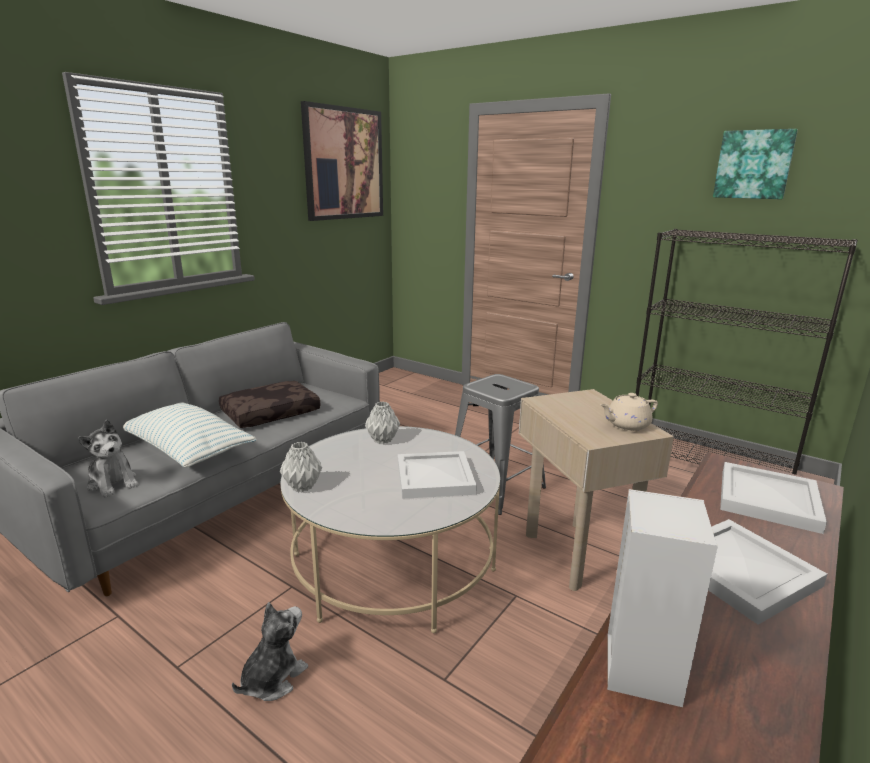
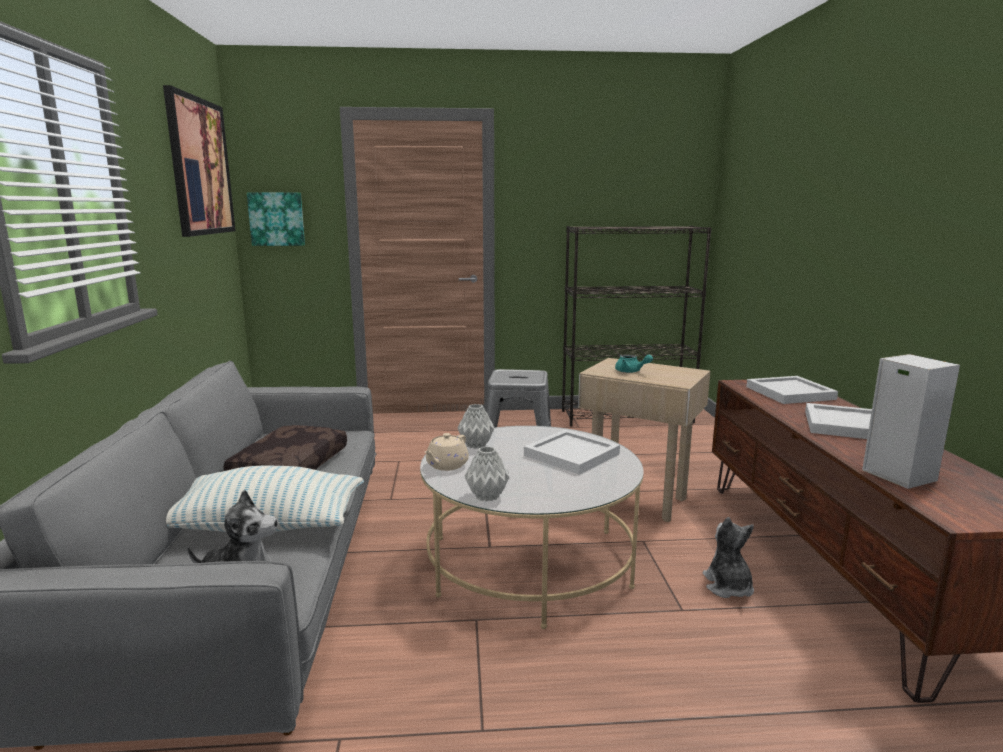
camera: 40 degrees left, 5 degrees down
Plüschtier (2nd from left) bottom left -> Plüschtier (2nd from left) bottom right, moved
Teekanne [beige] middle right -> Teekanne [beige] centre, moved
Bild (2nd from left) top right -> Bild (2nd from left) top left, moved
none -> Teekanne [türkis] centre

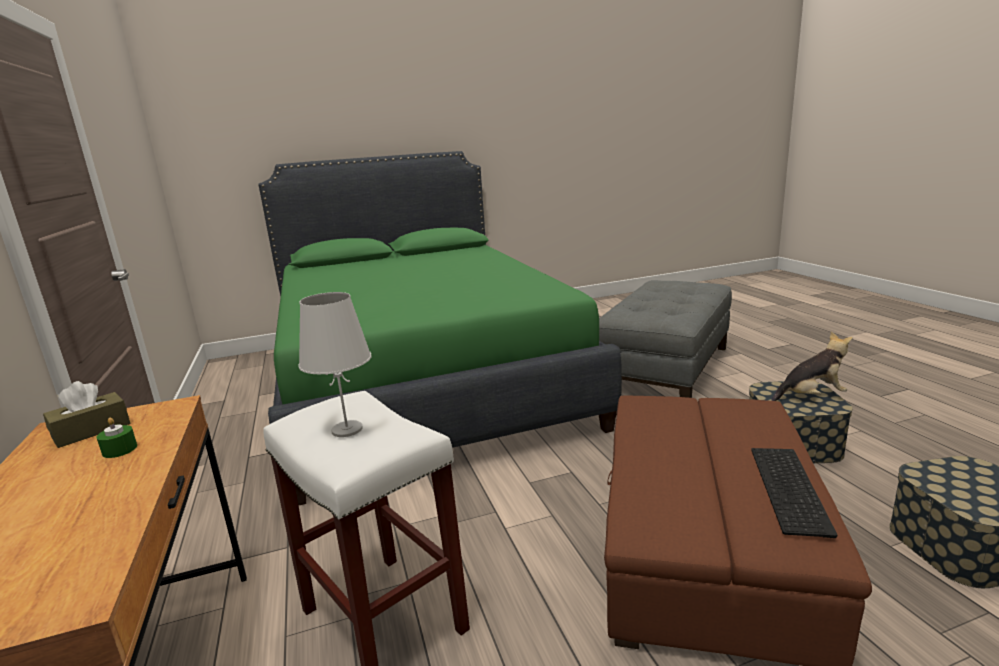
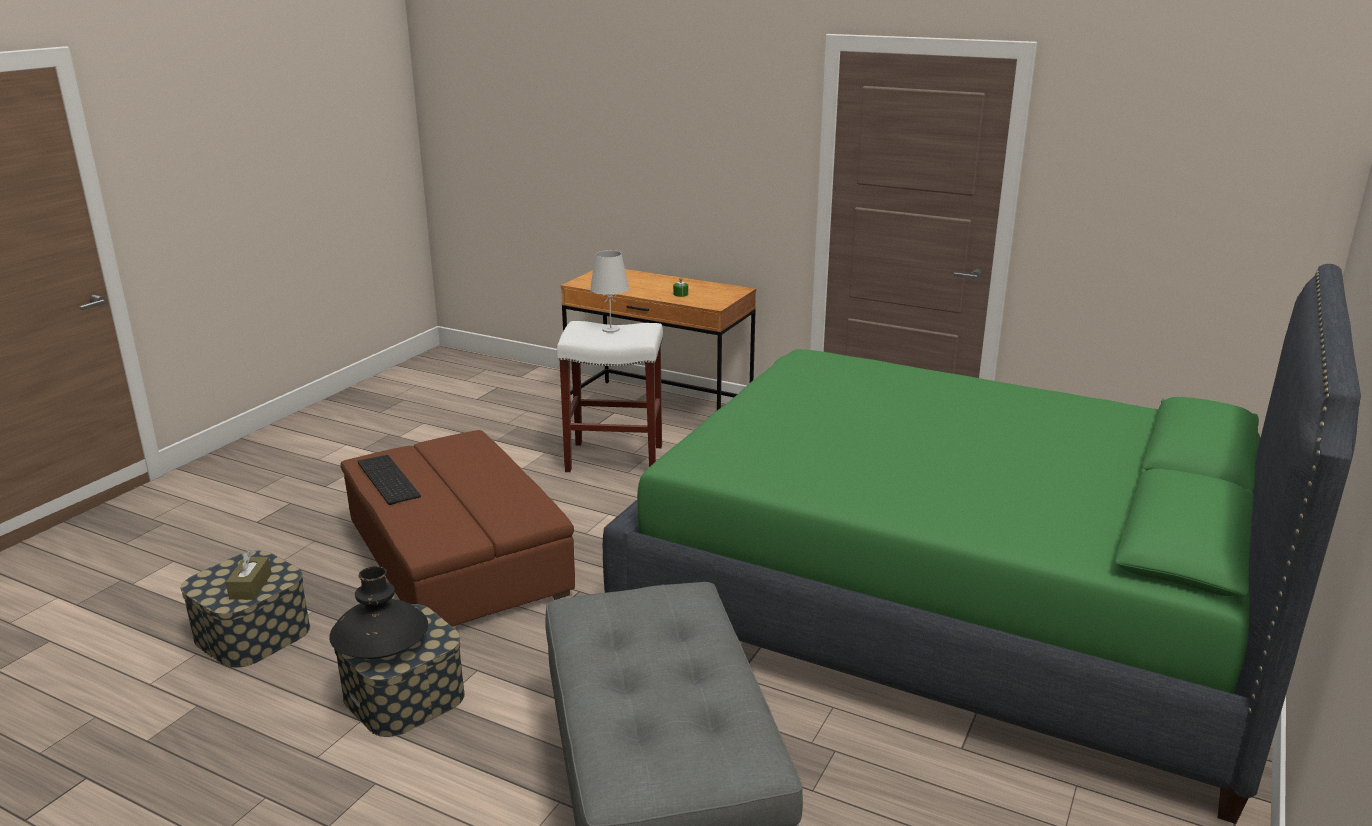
camera: 135 degrees right, 5 degrees up
Taschentuchbox [braun] middle left -> Taschentuchbox [braun] bottom left, moved
Plüschtier middle right -> Vase [schwarz] bottom left

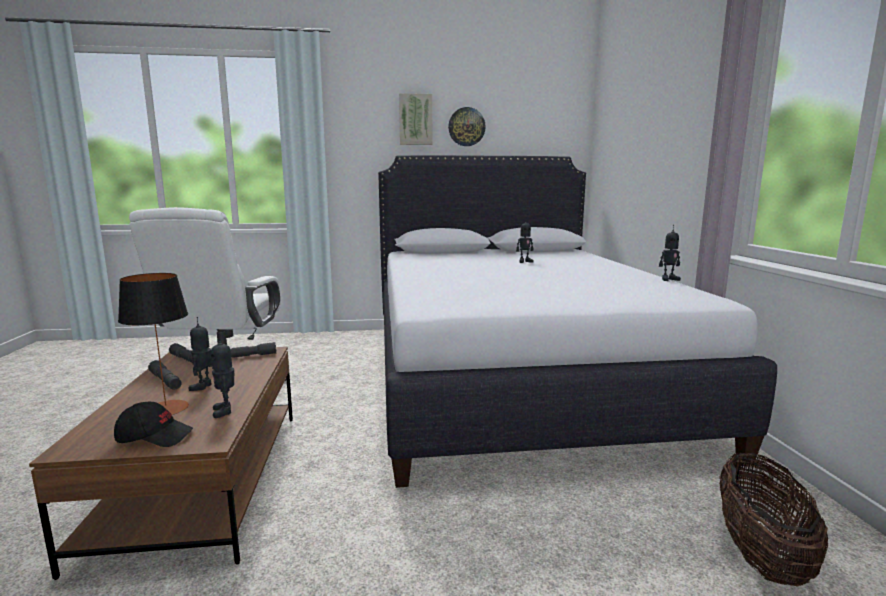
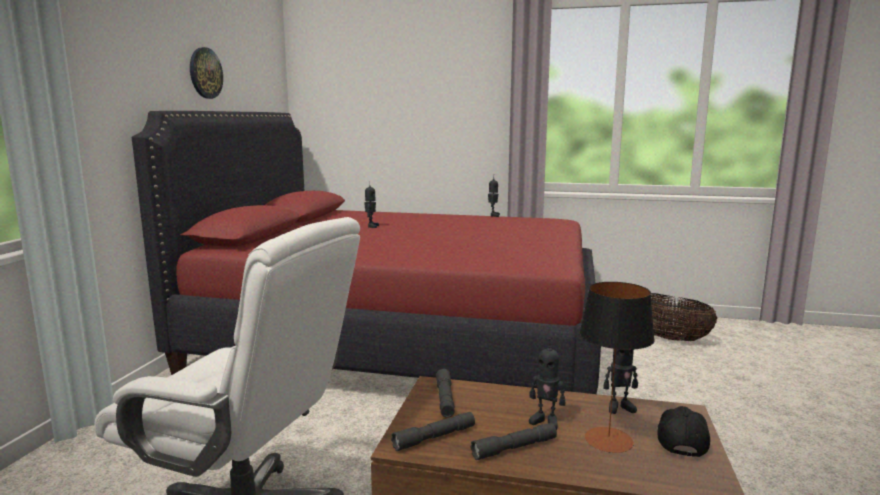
camera: 70 degrees left, 0 degrees up
Bett [weiß] centre -> Bett [rot] centre
Bild top centre -> none

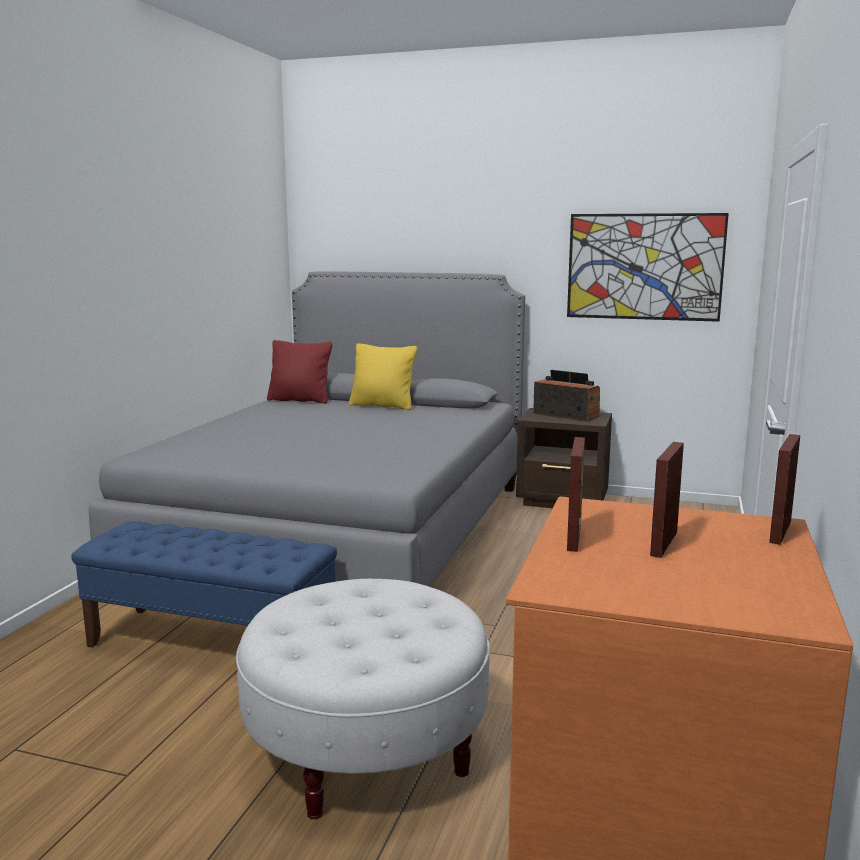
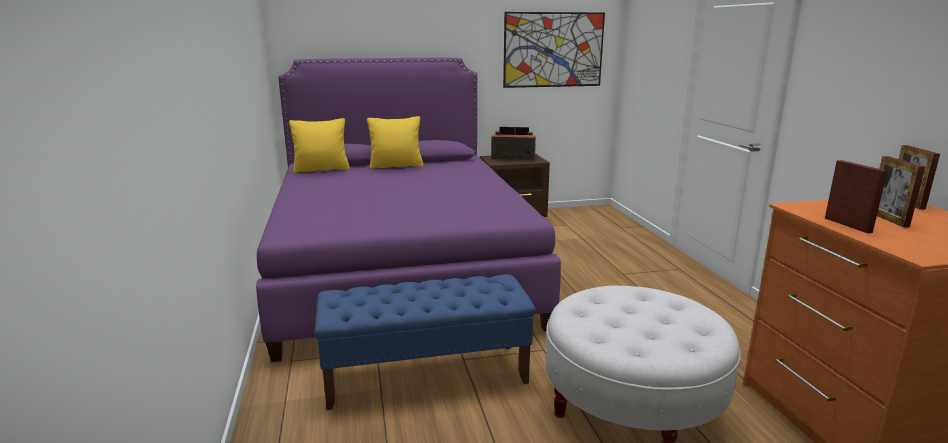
camera: 30 degrees left, 5 degrees up
Bett [grau] centre -> Bett [lila] centre
Kissen [rot] centre -> Kissen [gelb] (1st from left) top centre

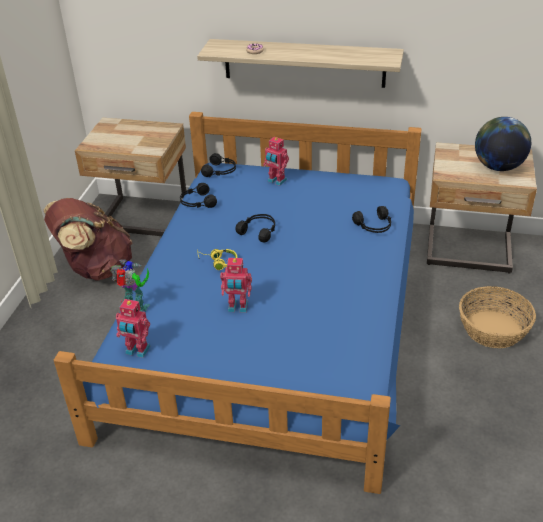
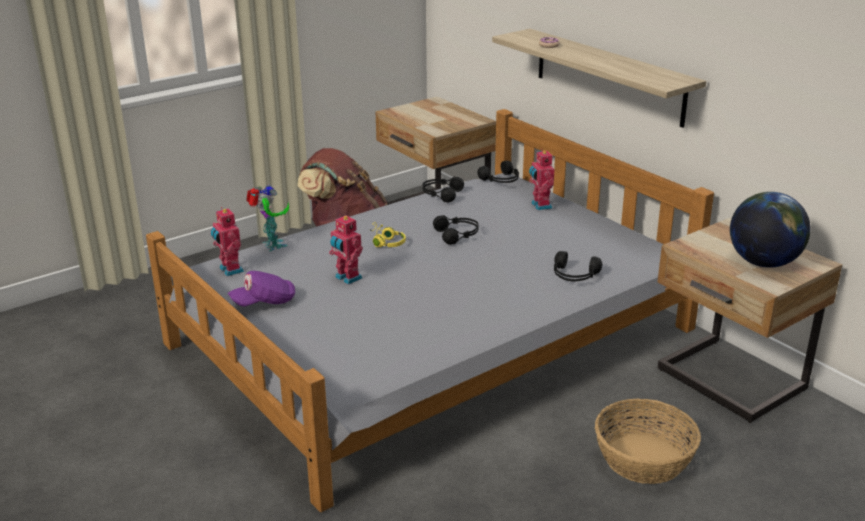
camera: 40 degrees right, 10 degrees down
Bett [blau] centre -> Bett [grau] centre
none -> Kappe [lila] middle left

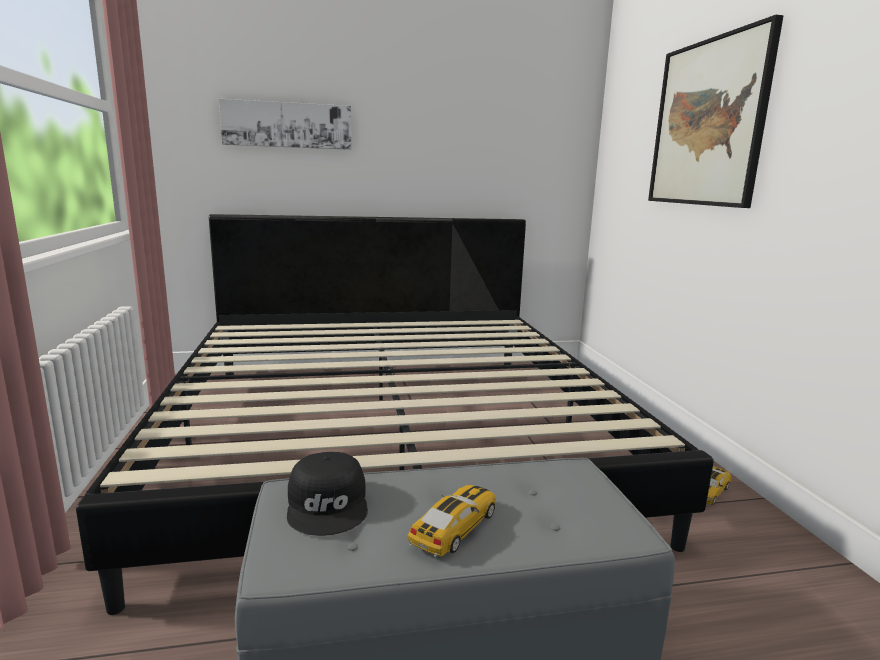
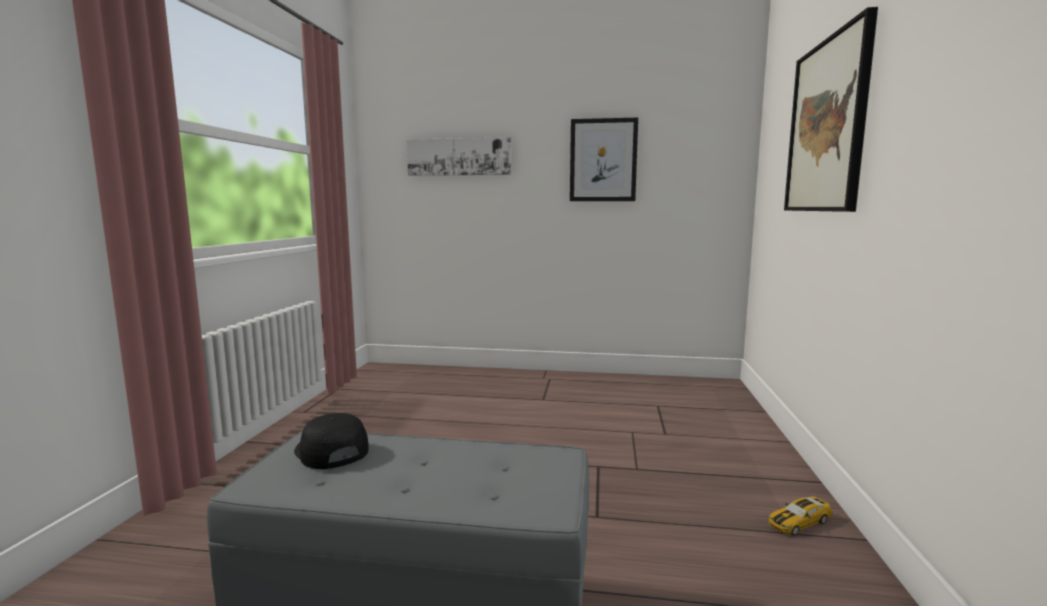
camera: 20 degrees right, 5 degrees down
Bett centre -> none
Kappe [schwarz] bottom centre -> Kappe [schwarz] bottom left, 135 degrees clockwise
Spielzeugauto (1st from left) bottom centre -> none
none -> Bild (2nd from left) top centre

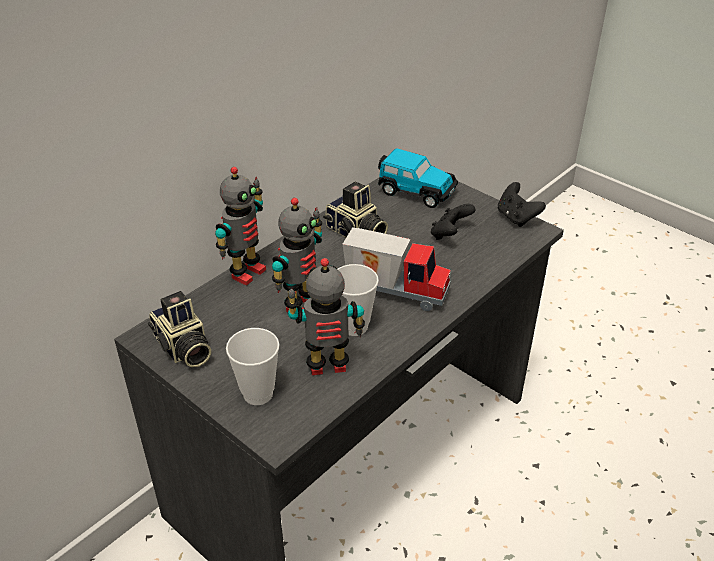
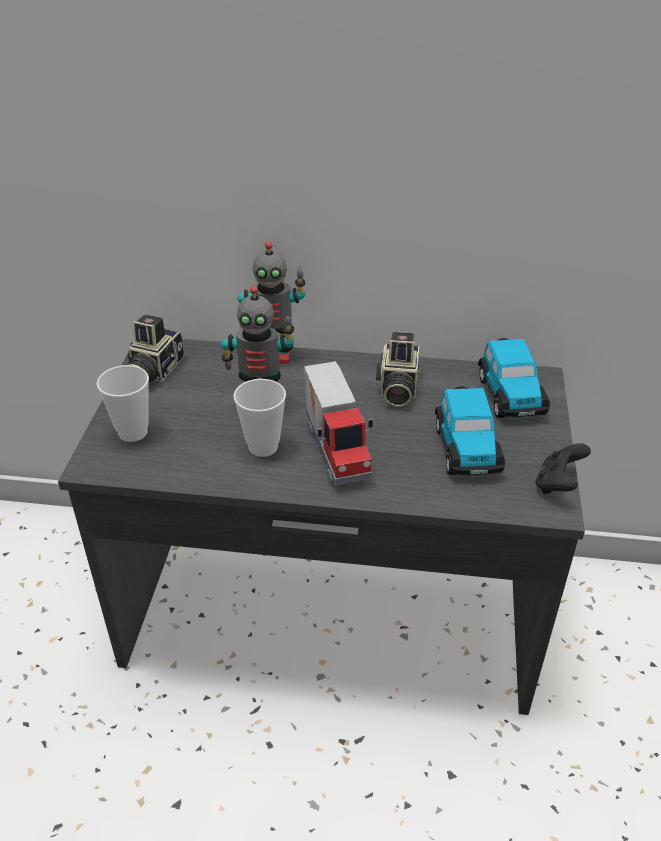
camera: 55 degrees right, 0 degrees up
Spielzeugroboter (3rd from left) centre -> none
Gamepad [schwarz] (1st from left) centre -> Spielzeugauto (1st from left) middle right

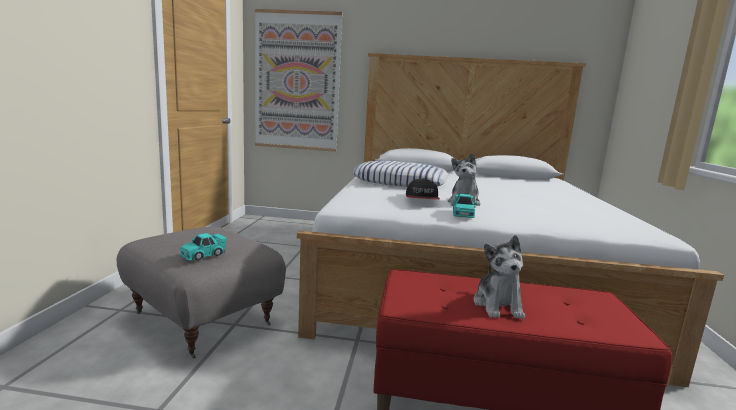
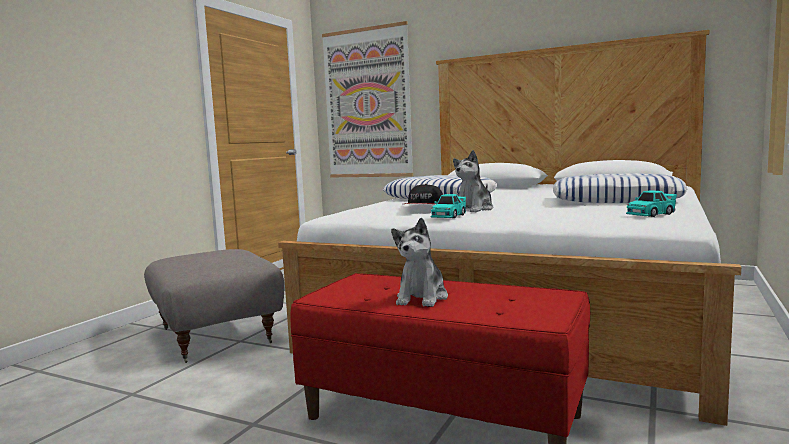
camera: 20 degrees right, 5 degrees down
Spielzeugauto [türkis] (1st from left in the first image) middle left -> Spielzeugauto [türkis] (2nd from left) middle right, moved
none -> Kissen (2nd from left) middle right

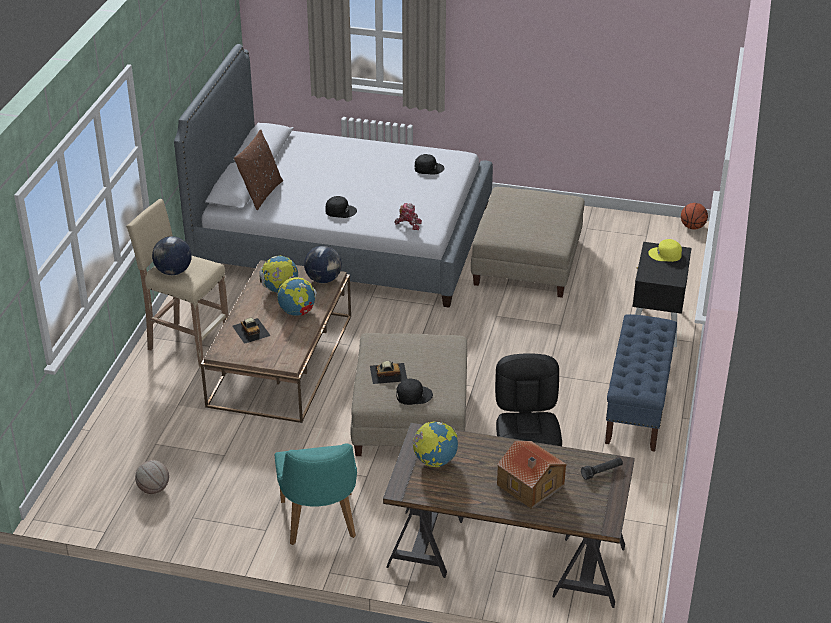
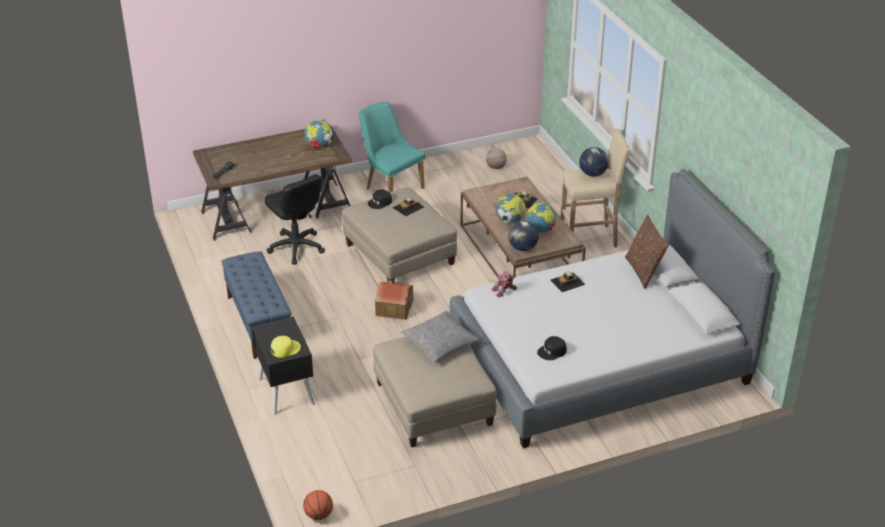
camera: 145 degrees right, 0 degrees up
Kappe [schwarz] (1st from left) top centre -> Spielzeugauto (3rd from left) centre
Spielzeughaus bottom centre -> Spielzeughaus centre, moved
none -> Kissen [grau] centre

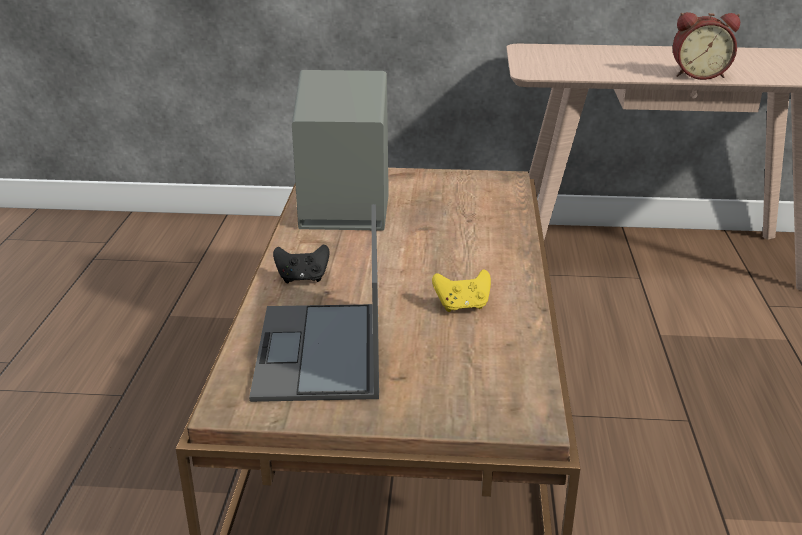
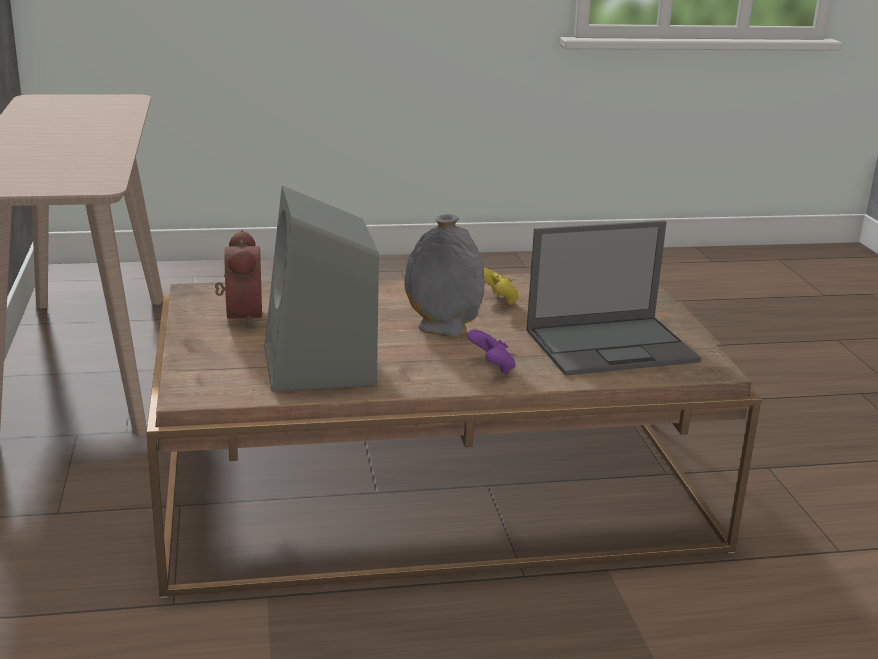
camera: 105 degrees left, 5 degrees down
Gamepad [schwarz] centre -> Gamepad [lila] centre
Wecker top right -> Wecker middle left, moved
none -> Vase [grau] centre

